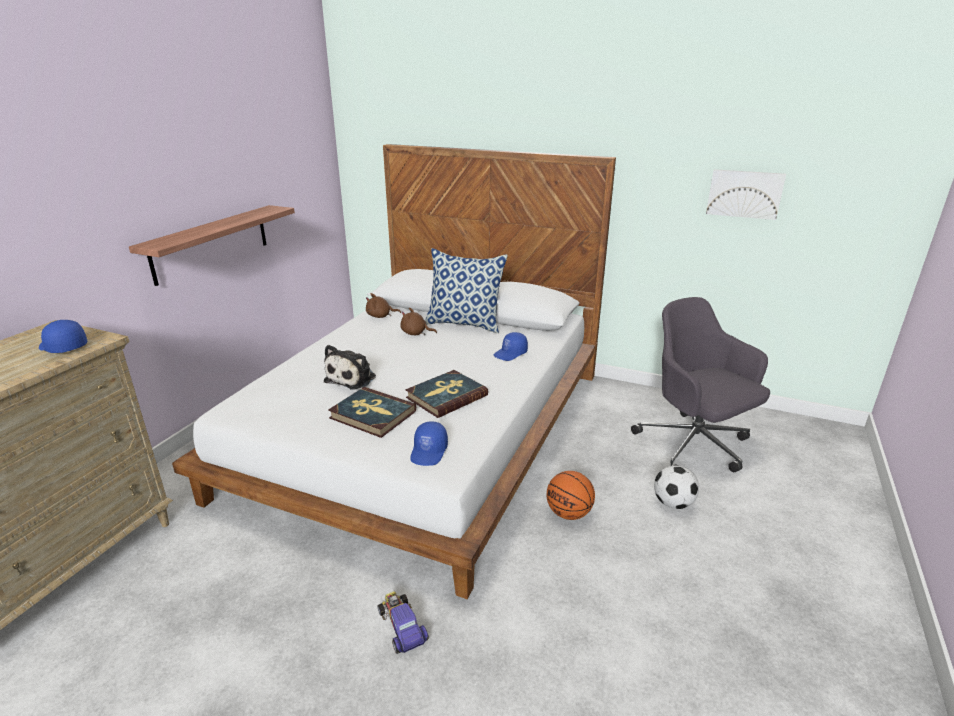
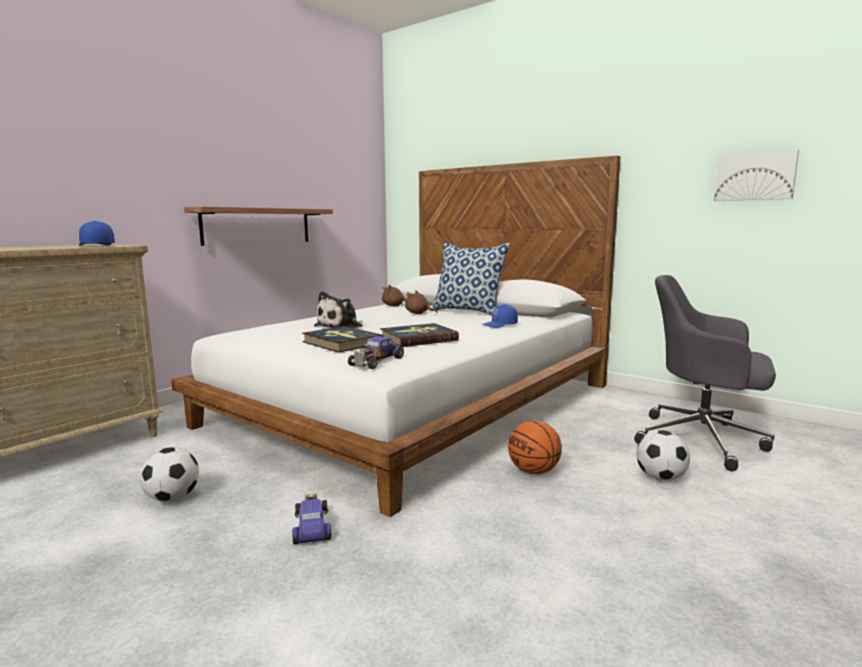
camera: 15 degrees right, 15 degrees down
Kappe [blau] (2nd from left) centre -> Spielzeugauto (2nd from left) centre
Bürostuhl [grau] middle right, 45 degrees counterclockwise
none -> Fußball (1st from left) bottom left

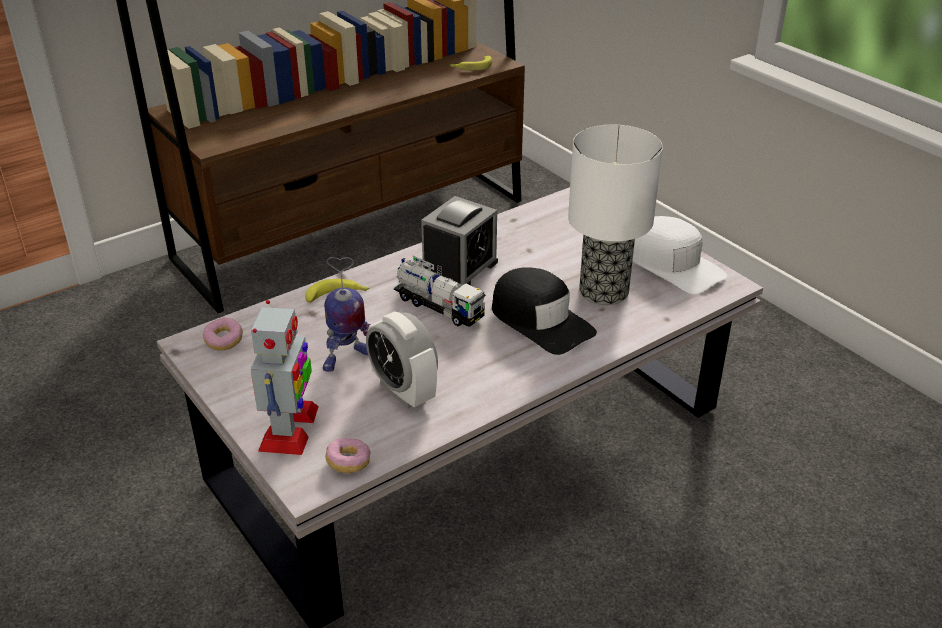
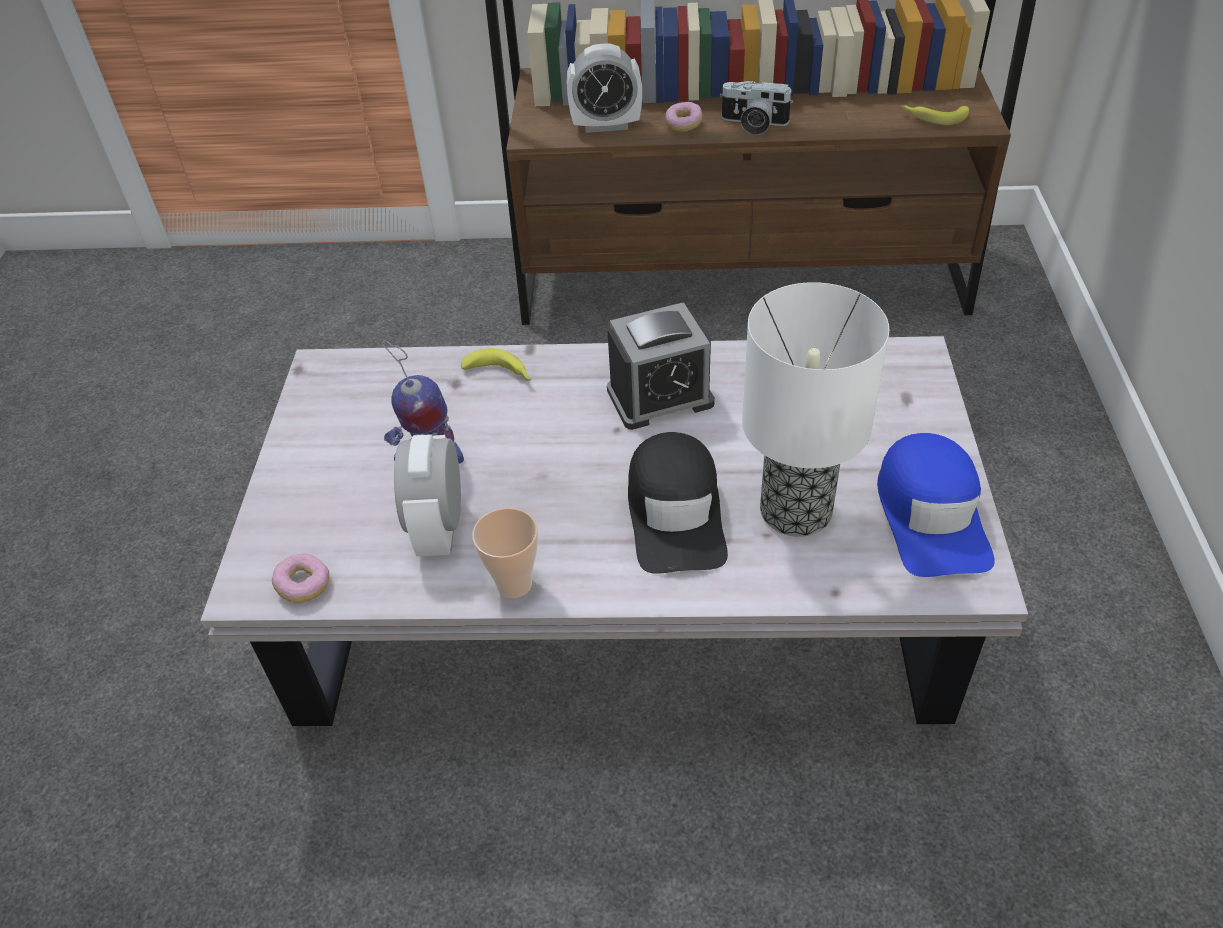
camera: 40 degrees right, 10 degrees up
Donut (1st from left in the first image) middle left -> Donut (2nd from left) top centre, moved
Spielzeugroboter (1st from left) middle left -> none
Spielzeuglaster centre -> none
Kappe [weiß] middle right -> Kappe [blau] middle right
none -> Tasse centre
none -> Wecker (2nd from left) top centre
none -> Kamera top centre

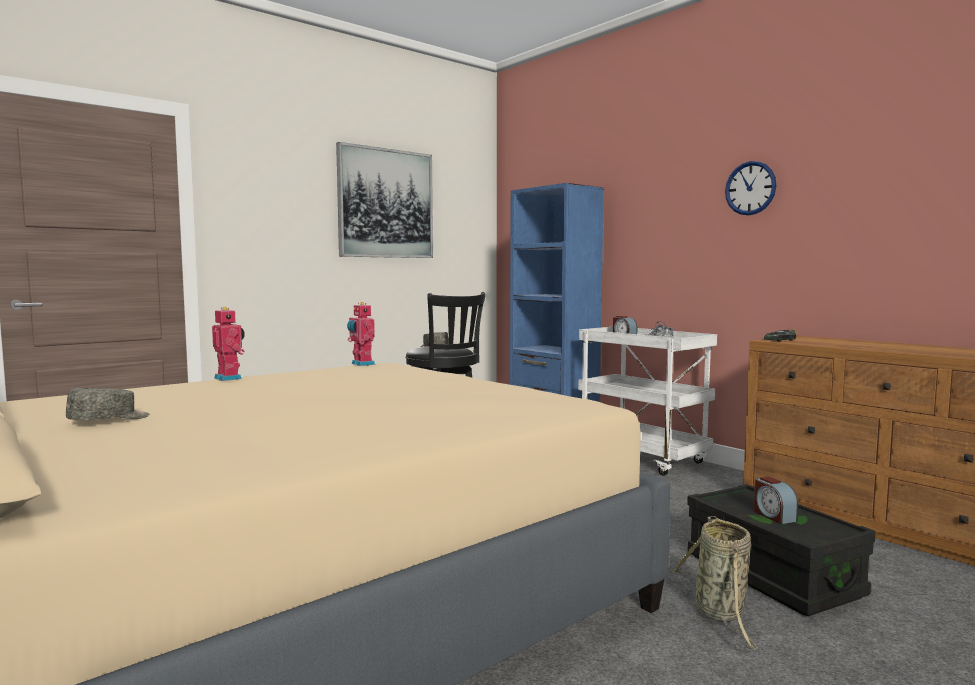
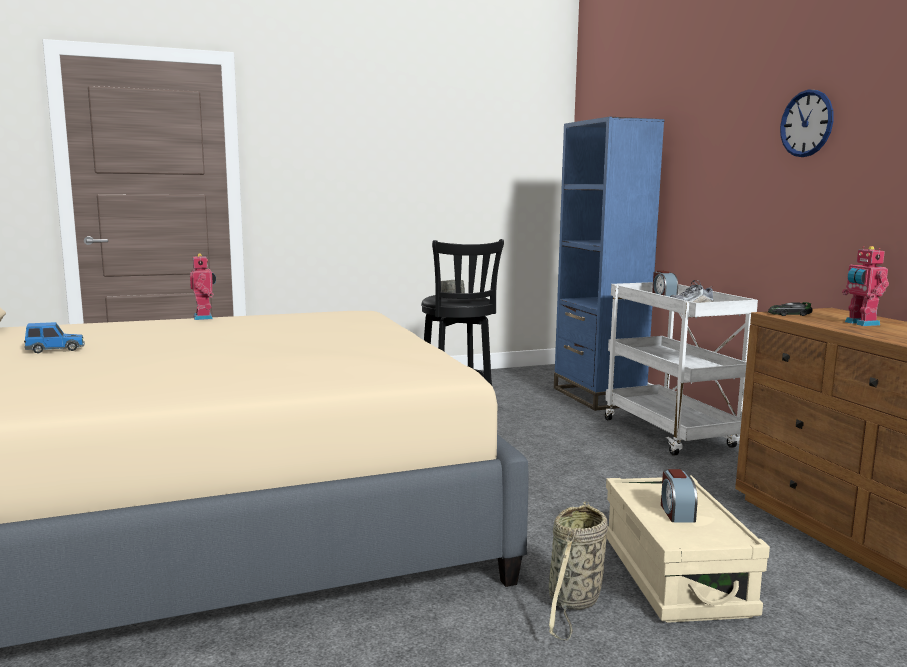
camera: 20 degrees right, 5 degrees up
Kappe [grau] (1st from left) middle left -> Spielzeugauto (1st from left) middle left
Bild top centre -> none
Spielzeugroboter (2nd from left) centre -> Spielzeugroboter (2nd from left) middle right, moved
Aufbewahrungsbox [schwarz] bottom right -> Aufbewahrungsbox [beige] bottom right

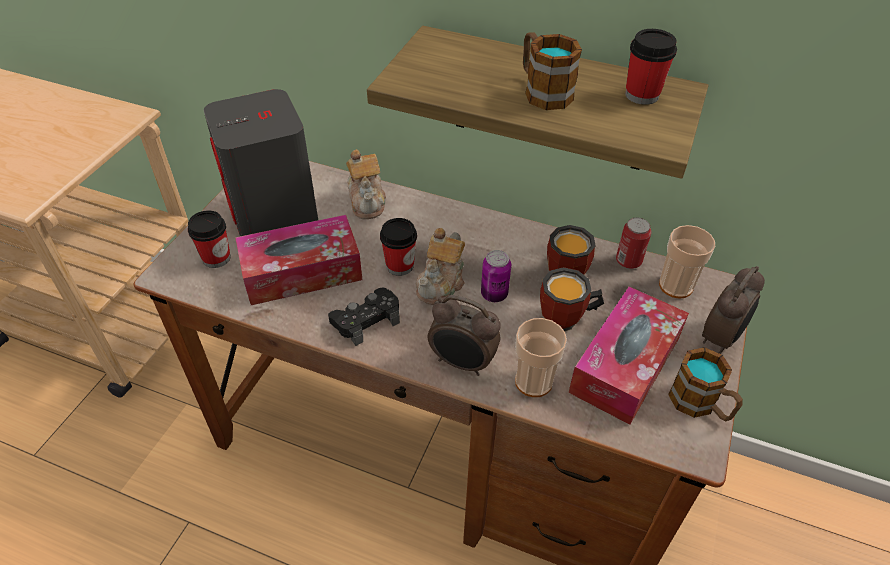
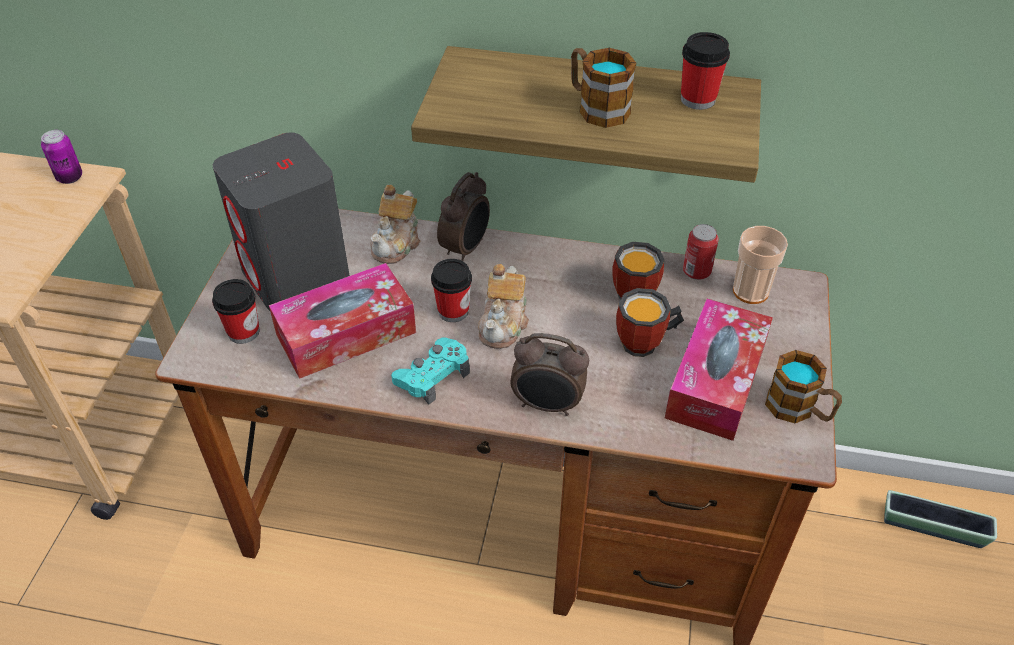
camera: 10 degrees left, 0 degrees up
Gamepad [schwarz] centre -> Gamepad [türkis] centre
Teekanne (1st from left) top centre -> Teekanne (1st from left) centre, 45 degrees clockwise
Dose (1st from left) centre -> Dose (1st from left) top left, moved
Tasse (3rd from left) centre -> none
Wecker (2nd from left in the first image) middle right -> Wecker (1st from left) centre, moved
none -> Pflanzkübel bottom right

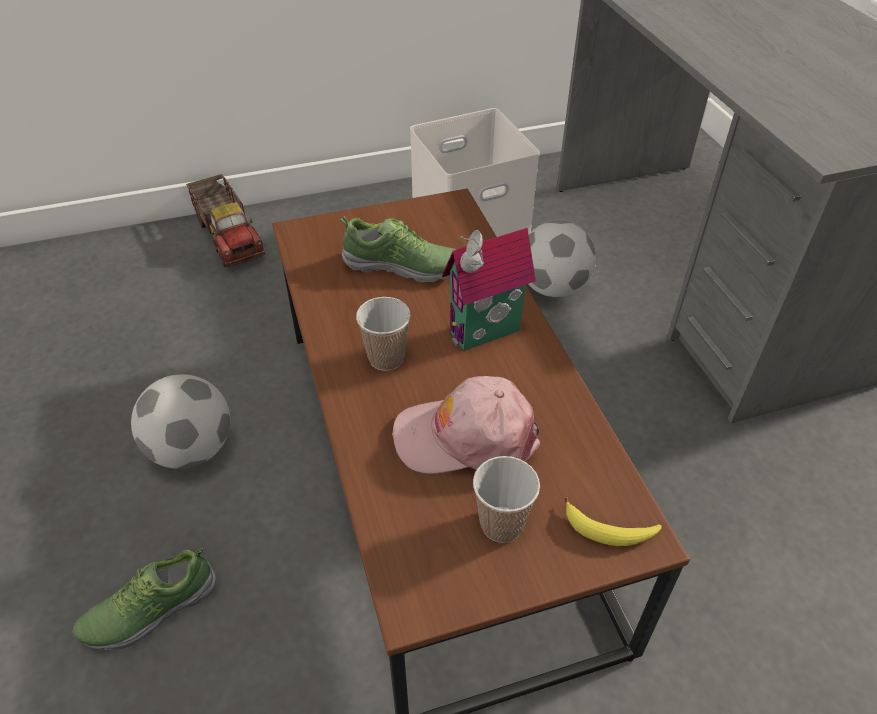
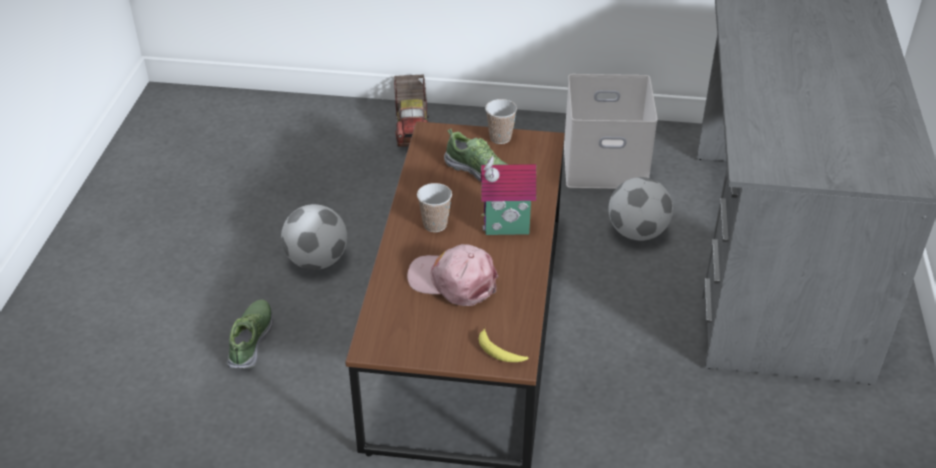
camera: 25 degrees right, 5 degrees down
Schuh (1st from left) bottom left, 105 degrees clockwise
Tasse (2nd from left) bottom centre -> Tasse (2nd from left) top centre, moved

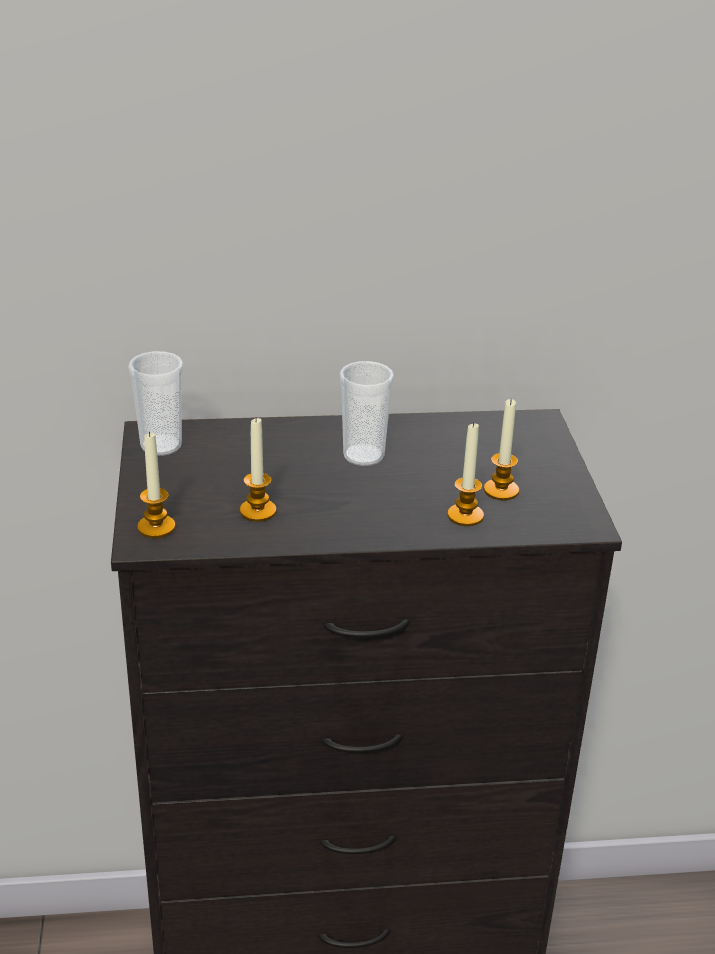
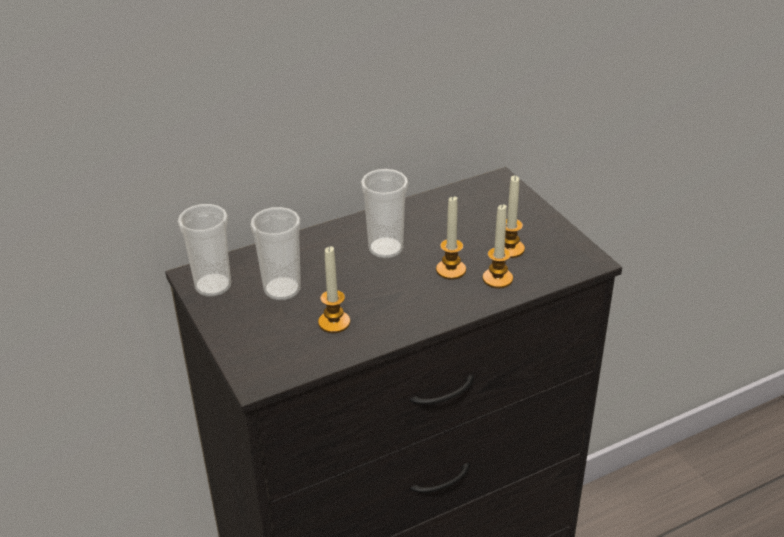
camera: 20 degrees left, 5 degrees up
Kerze (1st from left in the first image) middle left -> Kerze (2nd from left) centre, moved
none -> Tasse (2nd from left) centre

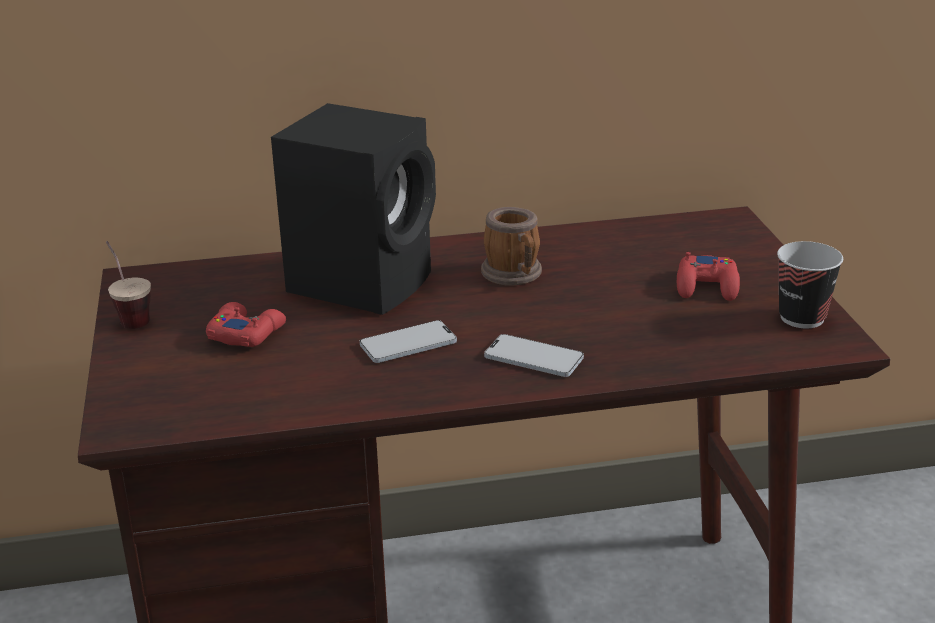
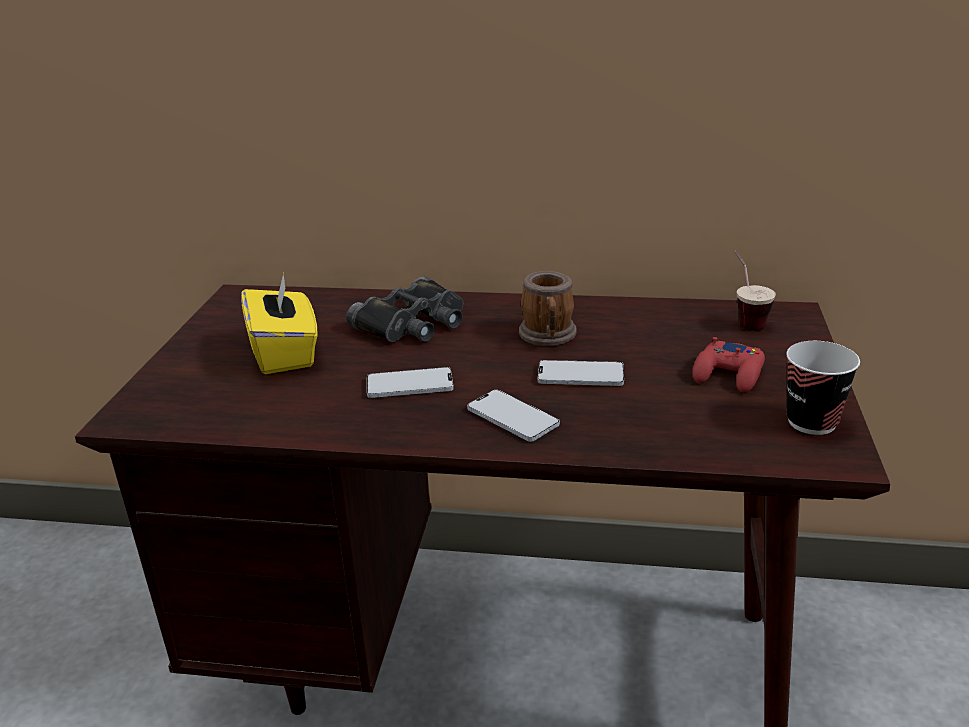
camera: 20 degrees right, 0 degrees up
Tasse (1st from left) middle left -> Tasse (1st from left) middle right, moved
Gamepad [rot] (1st from left) middle left -> Taschentuchbox [gelb] middle left
Lautsprecher [schwarz] centre -> Fernglas [schwarz] centre
none -> Handy (3rd from left) centre

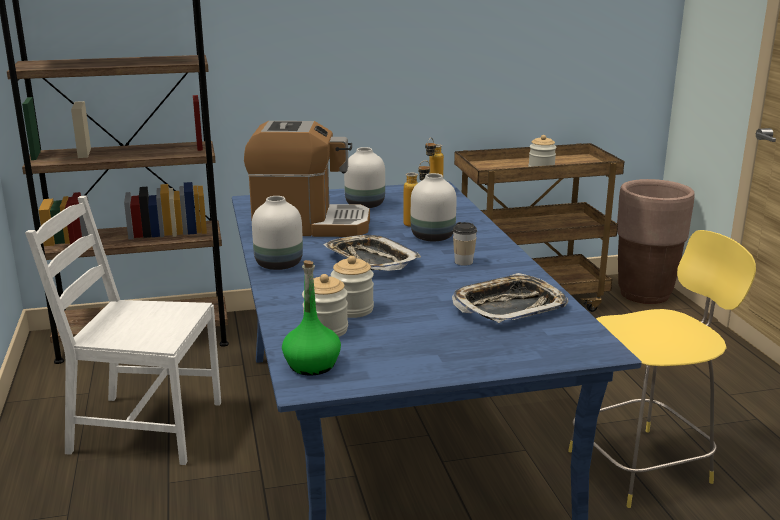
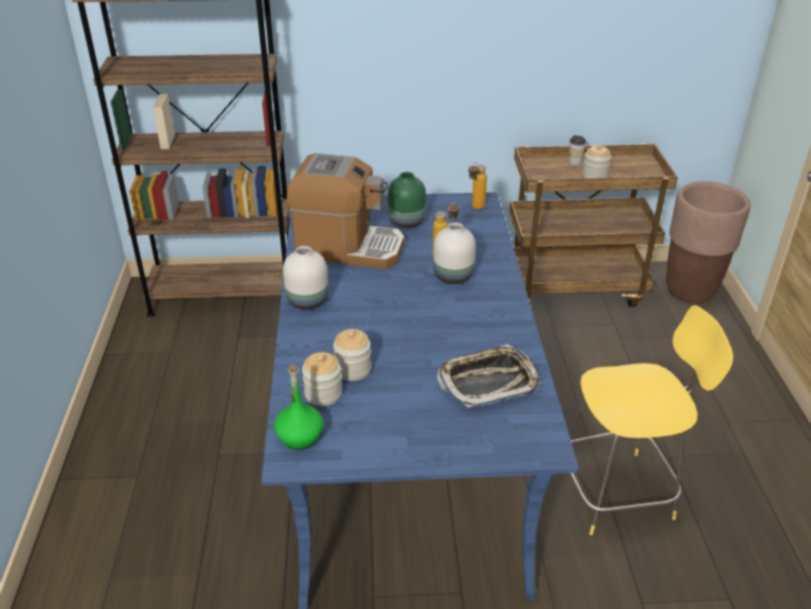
camera: 10 degrees right, 15 degrees up
Stuhl [weiß] middle left -> none
Tablett (1st from left) centre -> none
Vase [weiß] (2nd from left) centre -> Vase [grün] top centre
Tasse centre -> Tasse top right, moved

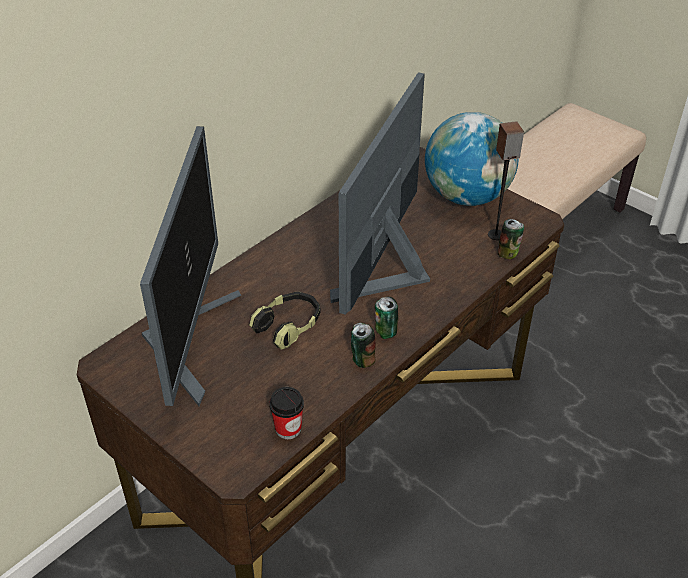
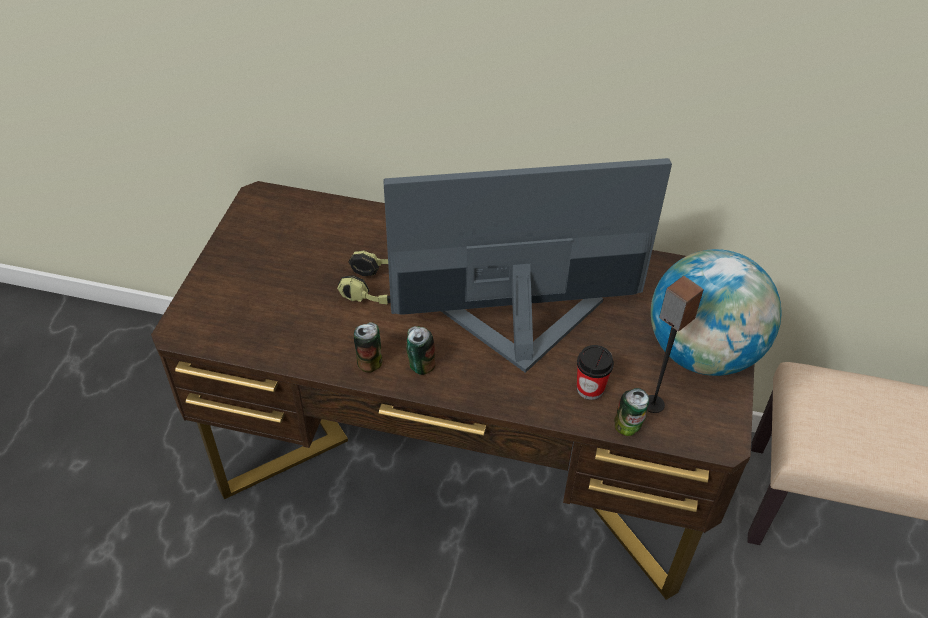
camera: 60 degrees right, 5 degrees up
Monitor (1st from left) middle left -> none
Tasse bottom centre -> Tasse centre, moved

